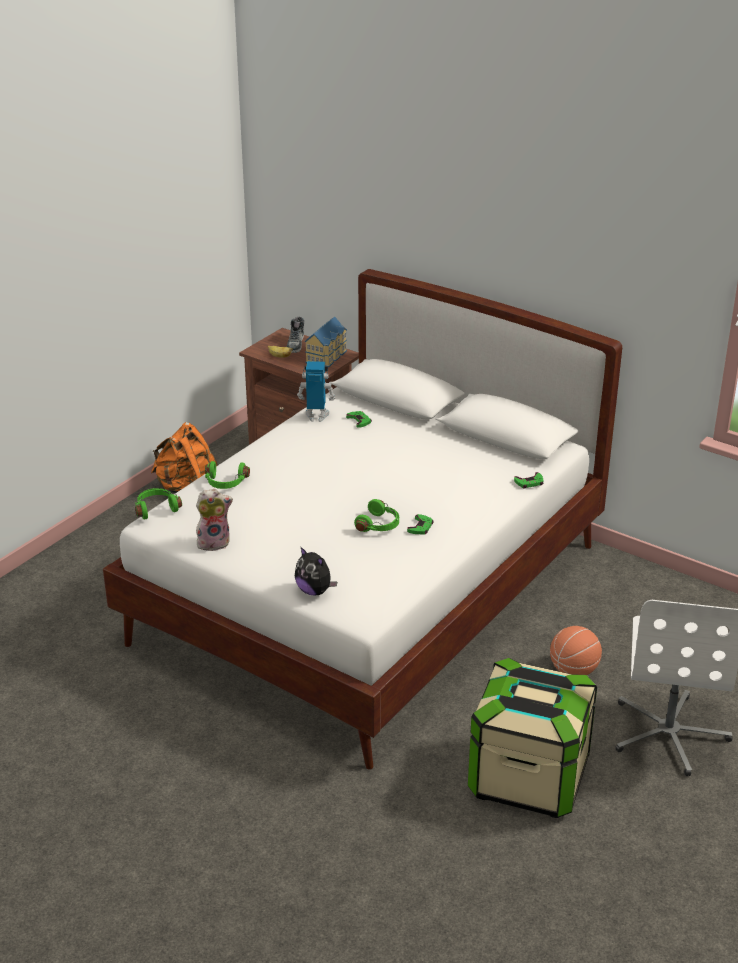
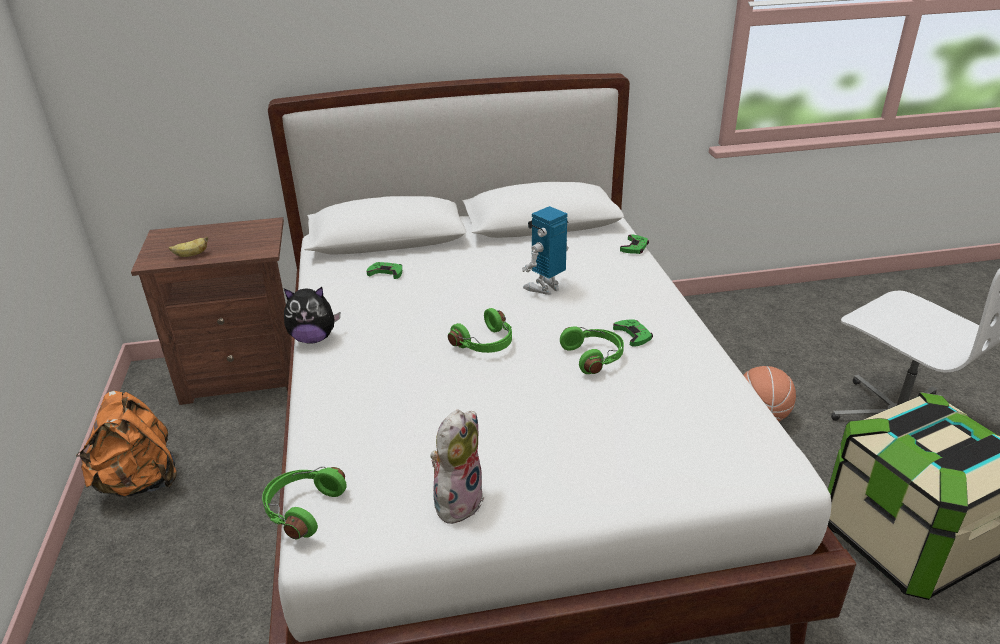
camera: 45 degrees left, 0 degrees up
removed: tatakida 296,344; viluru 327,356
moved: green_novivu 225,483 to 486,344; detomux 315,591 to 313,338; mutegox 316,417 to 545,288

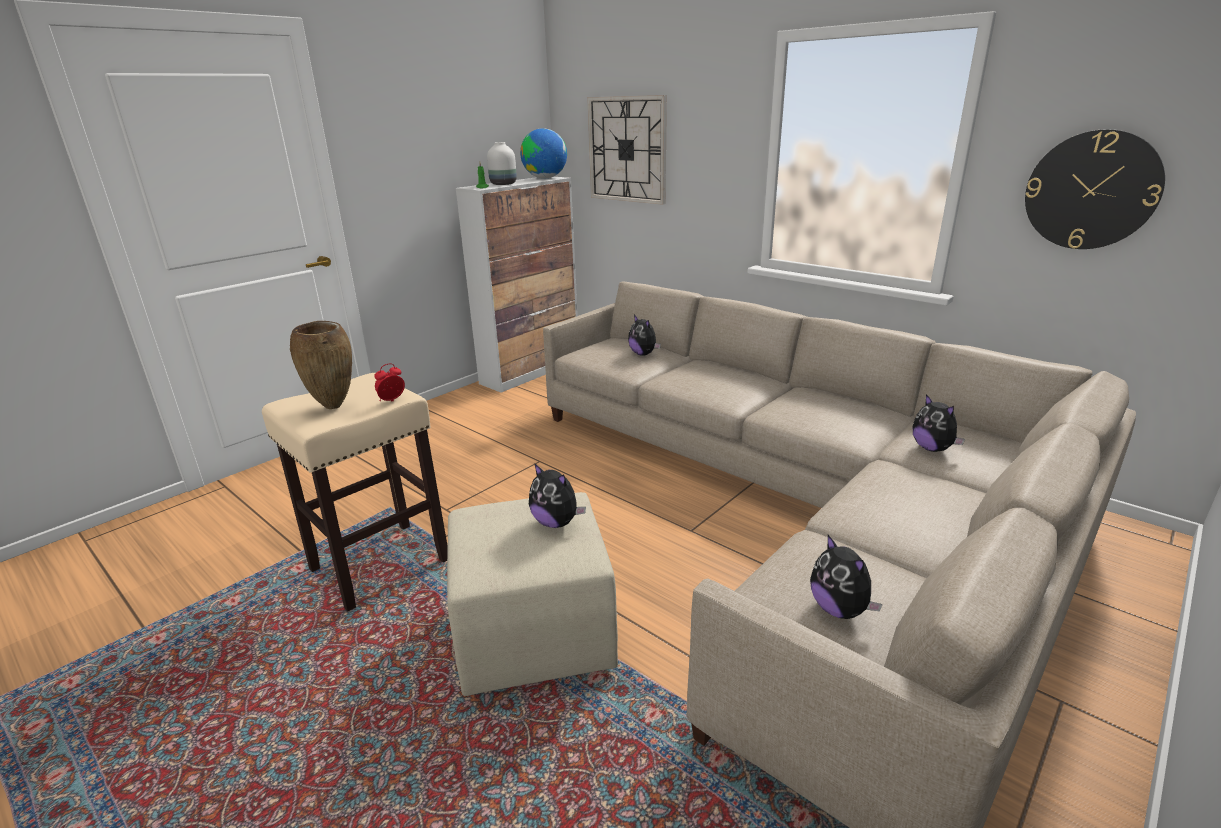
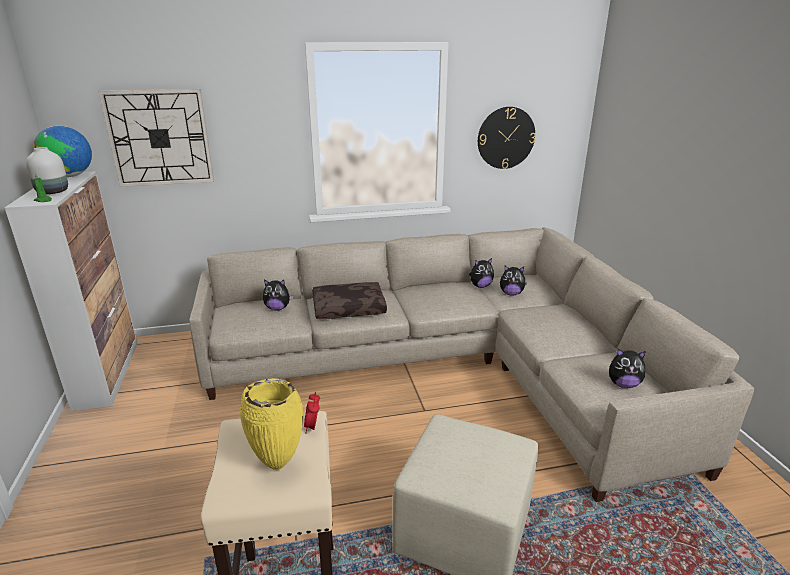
camera: 55 degrees left, 0 degrees up
added: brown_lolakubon 349,308
moved: detomux 556,522 to 480,286
recoloured: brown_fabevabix 335,406 to yellow_fabevabix 279,463

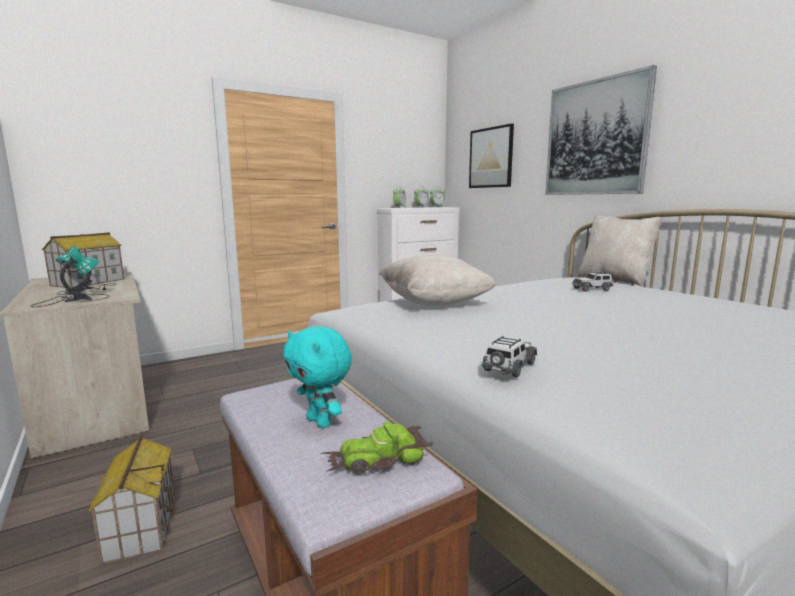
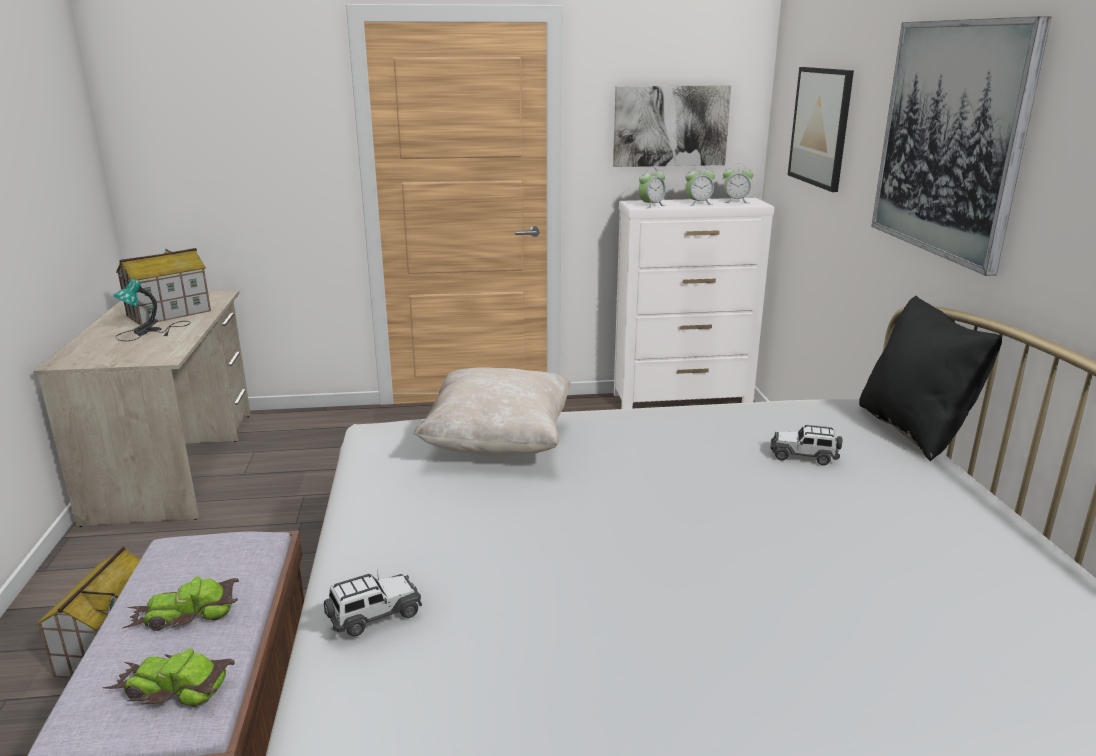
camera: 25 degrees right, 10 degrees up
removed: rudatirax 74,300
added: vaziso 670,126
replaced: turquoise_detomux 320,422 to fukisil 185,614
recoloured: beige_lolakubon 614,280 to black_lolakubon 914,430

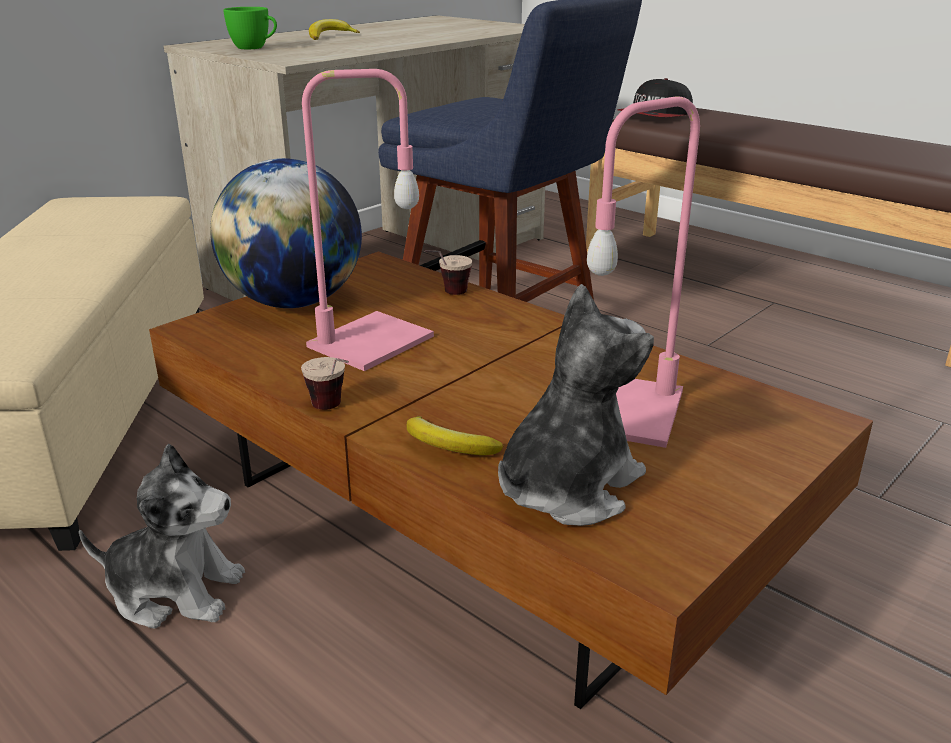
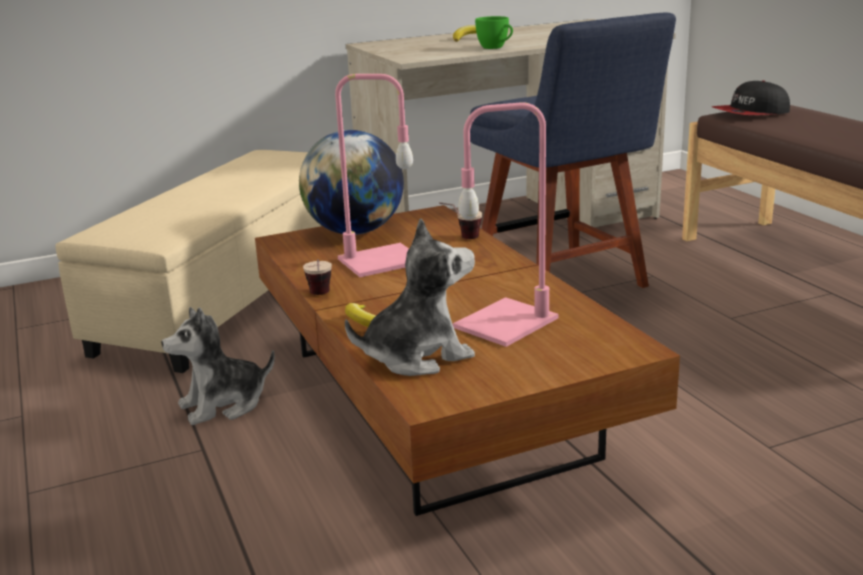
camera: 25 degrees right, 5 degrees down
moved: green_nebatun 254,48 to 495,47
turned: detomux 175,591 = 223,405 120 degrees clockwise

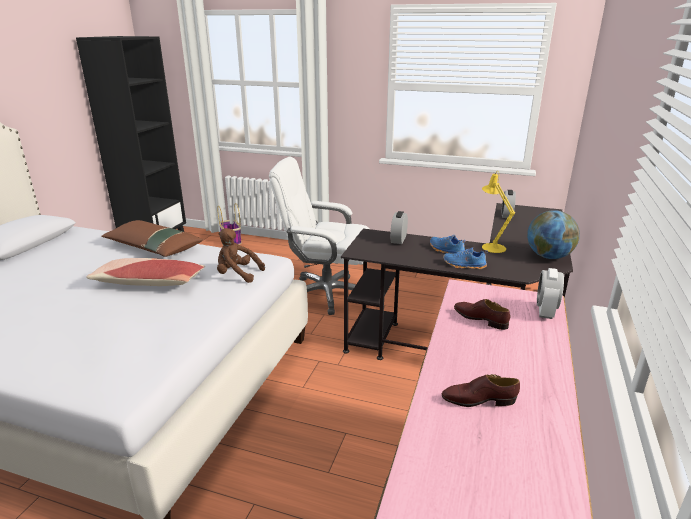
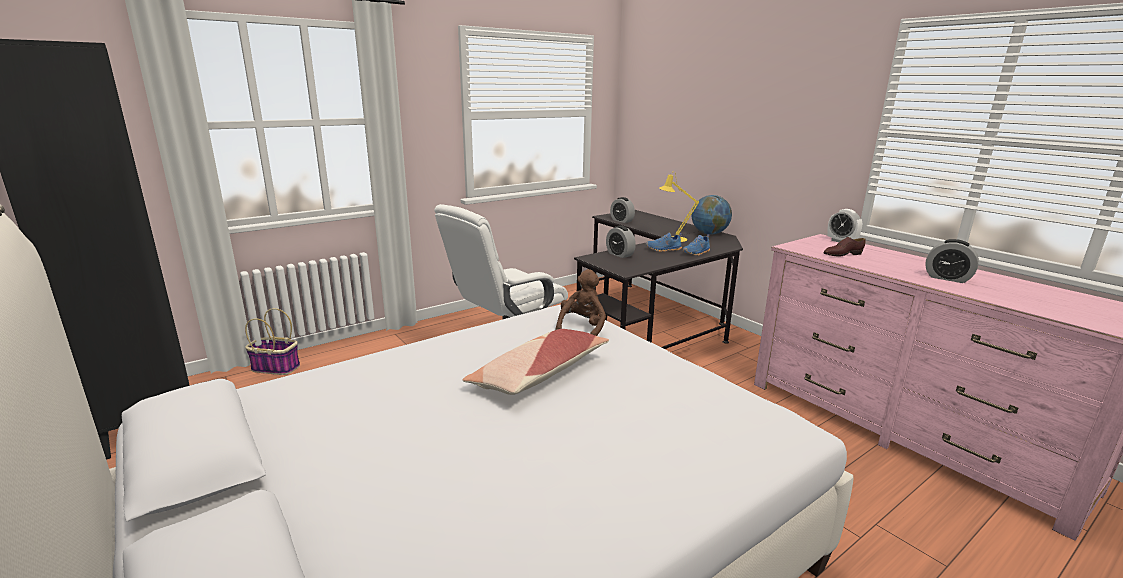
camera: 55 degrees left, 5 degrees down
removed: brown_lolakubon 153,247
replaced: brown_tatakida 478,400 to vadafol 947,278
turned: brown_detomux 237,274 = 582,329 150 degrees clockwise

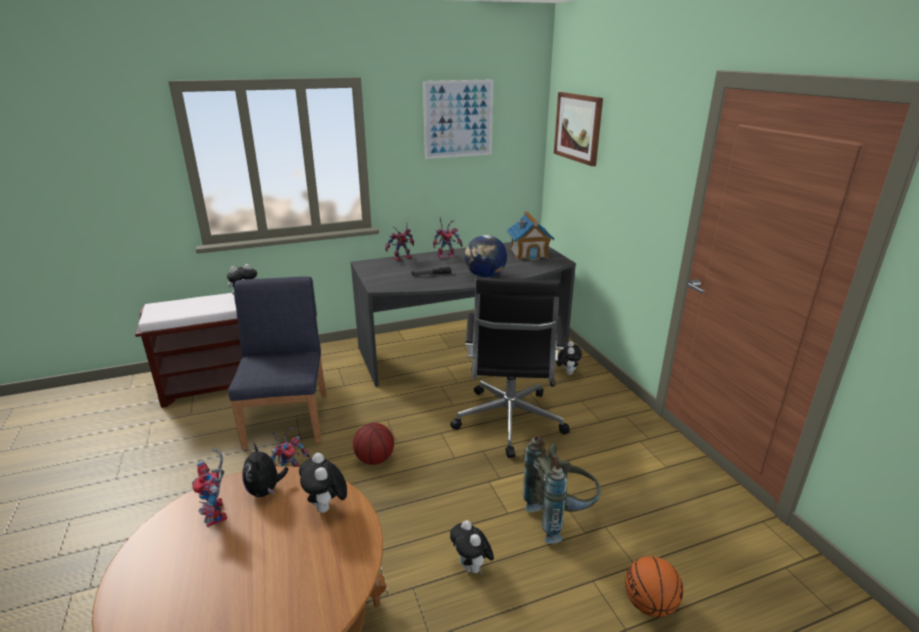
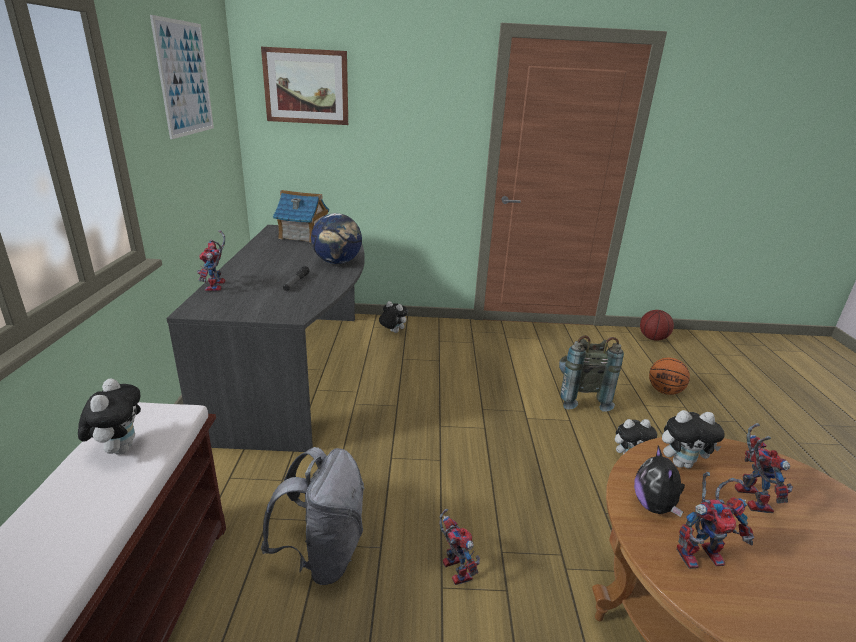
camera: 70 degrees left, 0 degrees up
removed: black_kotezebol 508,422
moved: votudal 375,459 to 652,338; mutegox 447,256 to 747,496
replaced: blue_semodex 288,419 to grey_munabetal 322,555
turned: detomux 266,490 = 654,506 90 degrees clockwise

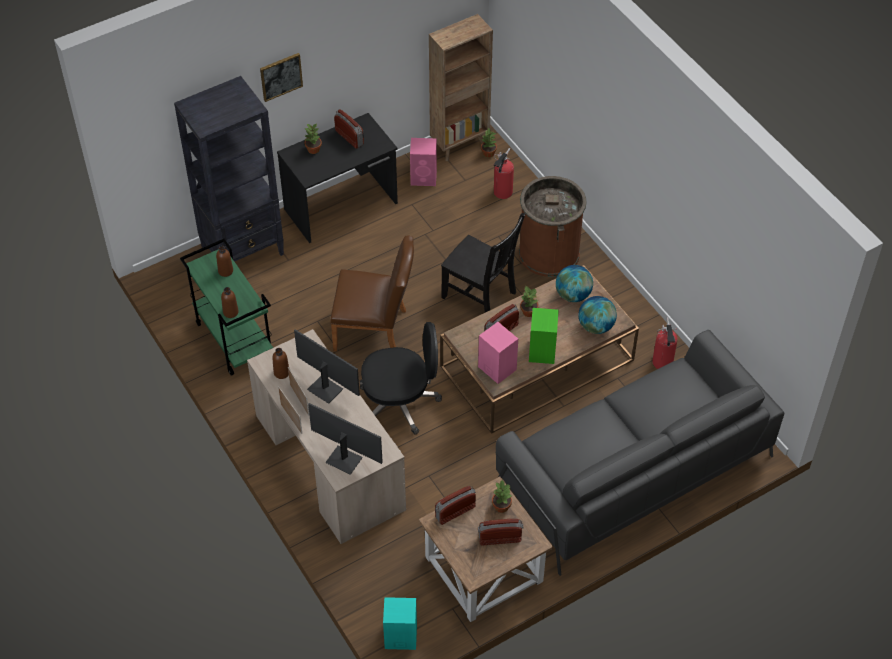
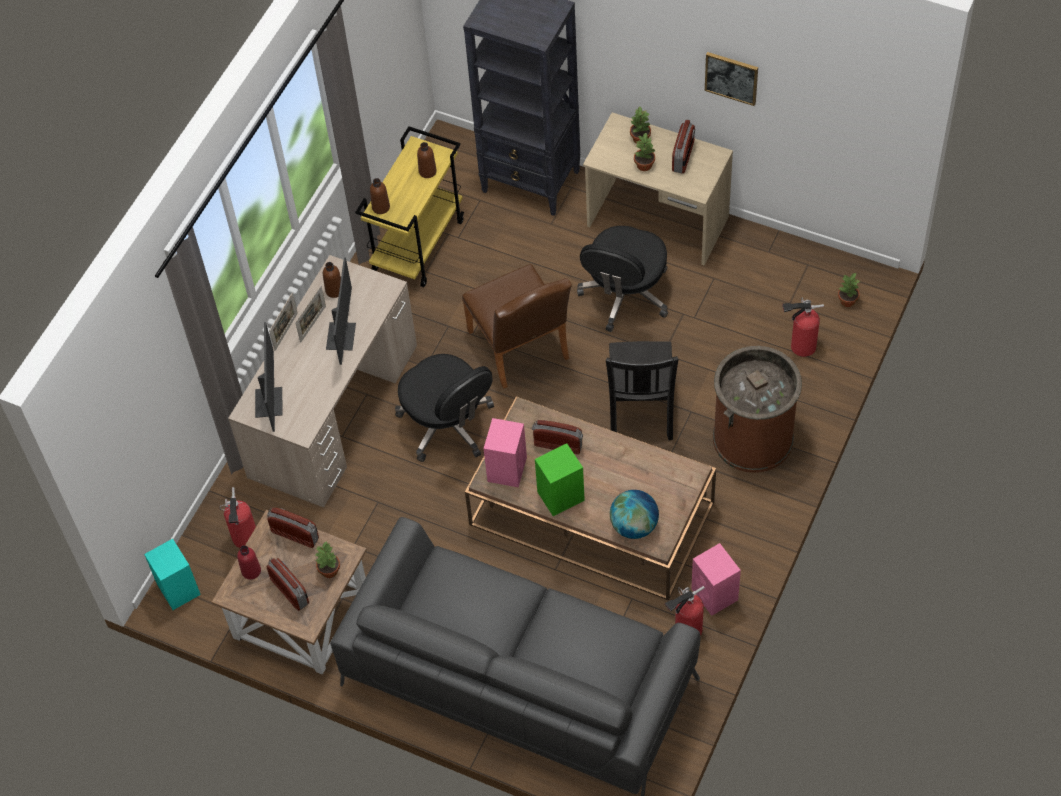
camera: 60 degrees right, 5 degrees up
removed: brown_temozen 460,143; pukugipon 573,295
added: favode 245,539; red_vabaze 251,571; black_kotezebol 625,295
moved: vaziso 281,76 to 731,77; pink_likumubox 424,177 to 715,595; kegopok 528,312 to 644,165
recoloured: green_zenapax 233,339 to yellow_zenapax 418,244; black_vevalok 342,207 to beige_vevalok 657,223

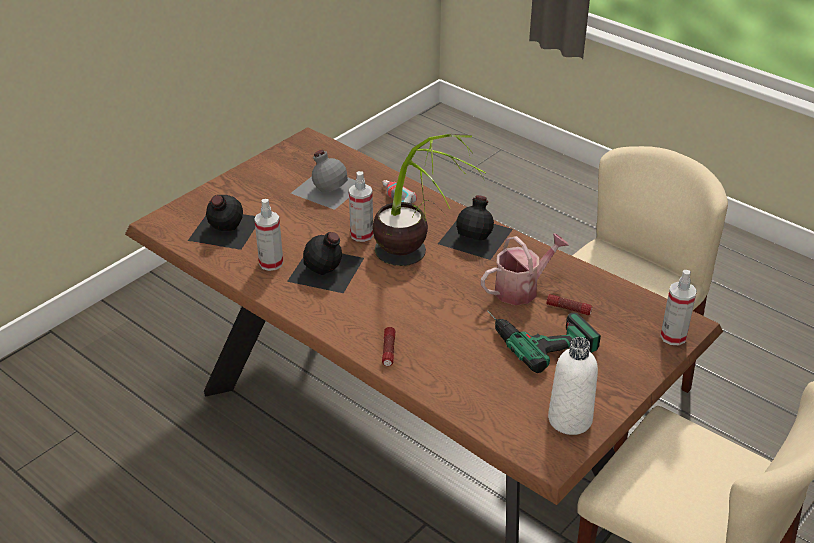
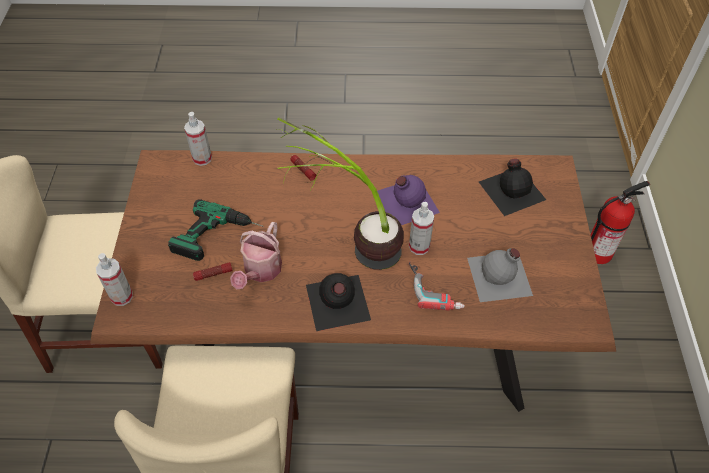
camera: 140 degrees right, 15 degrees up
removed: white_vabaze 570,419
added: favode 598,252
moved: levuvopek 271,263 to 202,158
recoloured: black_vabaze 326,270 to purple_vabaze 405,201

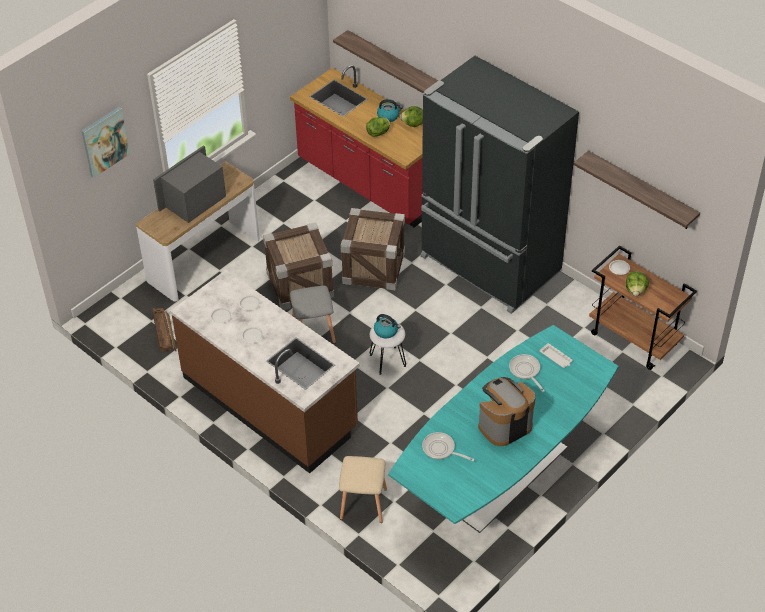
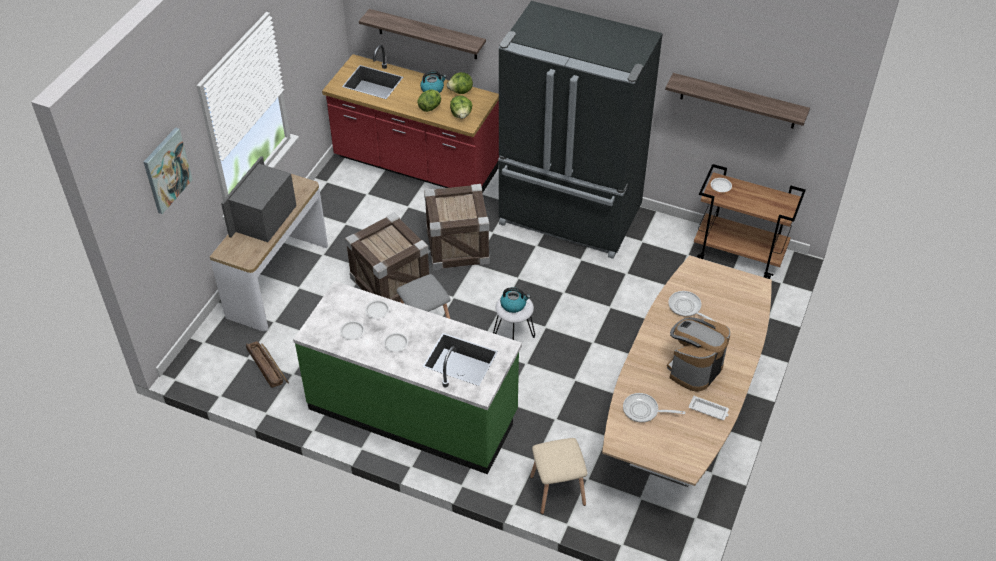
camera: 20 degrees left, 0 degrees up
moved: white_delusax 556,358 to 709,410; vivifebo 635,290 to 461,115
recoloured: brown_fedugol 270,403 to green_fedugol 413,411; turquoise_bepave 502,474 to brown_bepave 680,420

